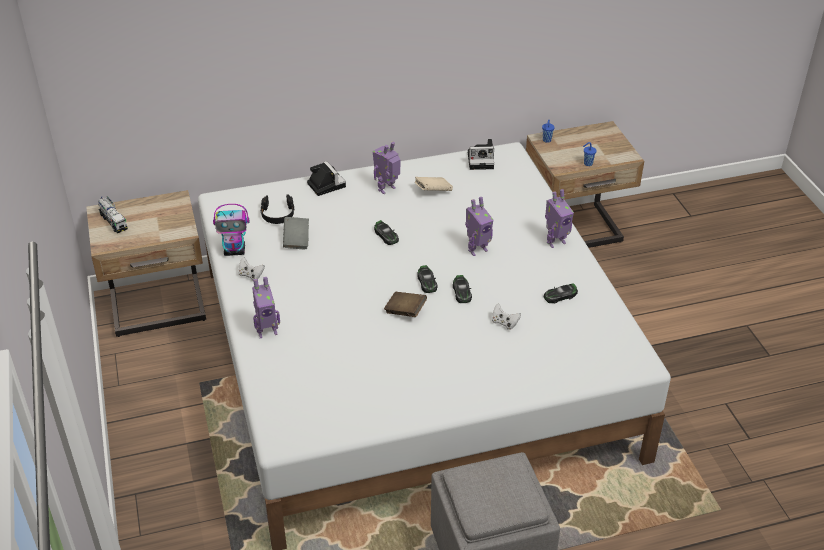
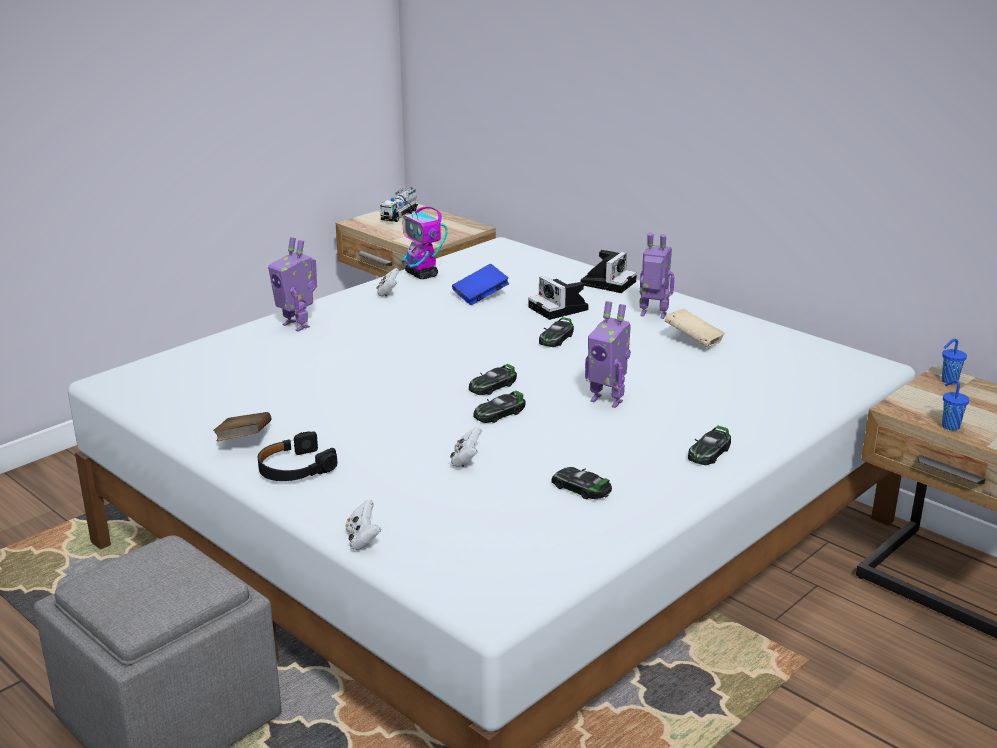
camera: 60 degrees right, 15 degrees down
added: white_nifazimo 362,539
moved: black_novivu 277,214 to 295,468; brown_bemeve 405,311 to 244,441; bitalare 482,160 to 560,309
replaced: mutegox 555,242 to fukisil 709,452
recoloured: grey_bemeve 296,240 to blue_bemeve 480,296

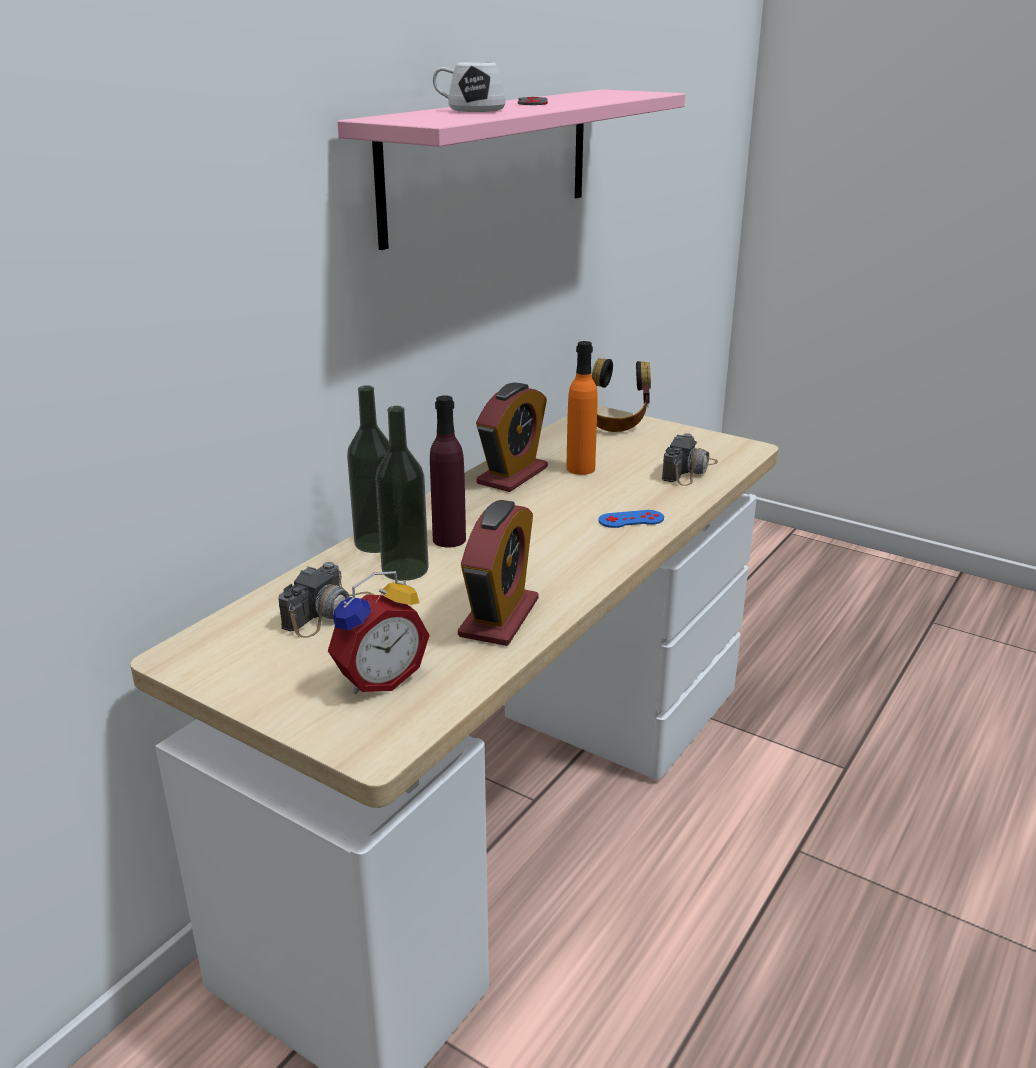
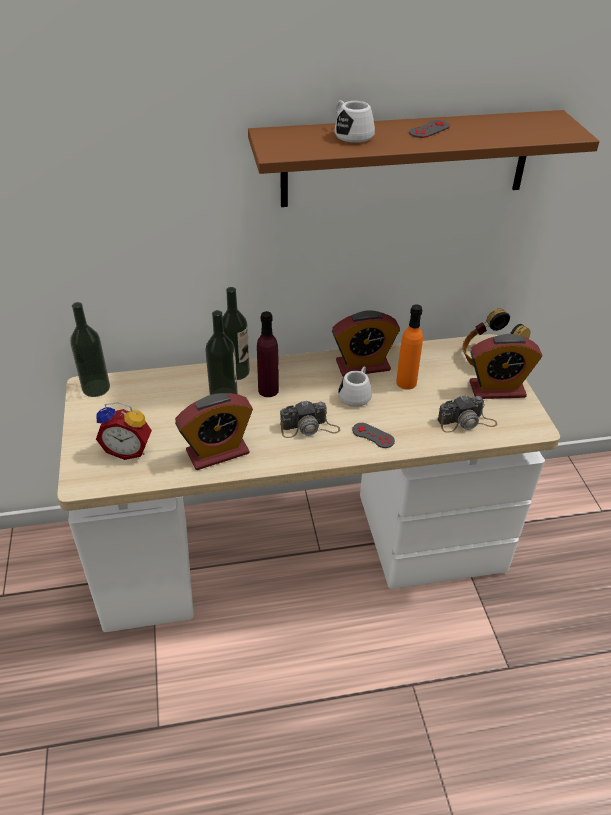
camera: 45 degrees right, 15 degrees up
added: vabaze 96,388; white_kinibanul 356,394; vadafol 497,389
moved: bitalare 328,611 to 309,428
recoloured: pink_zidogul 490,162 to brown_zidogul 406,159; blue_nifazimo 631,519 to grey_nifazimo 373,435

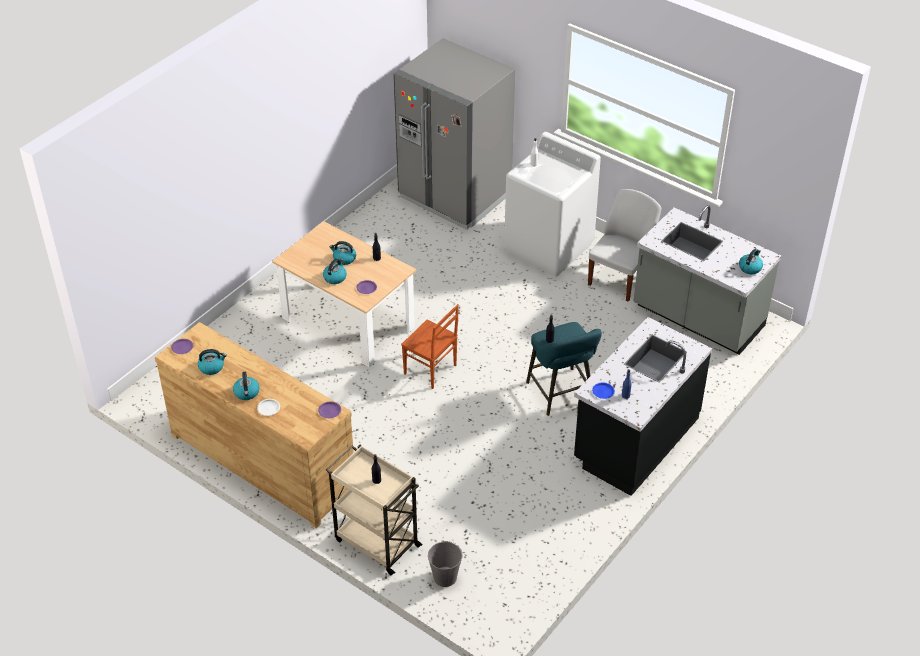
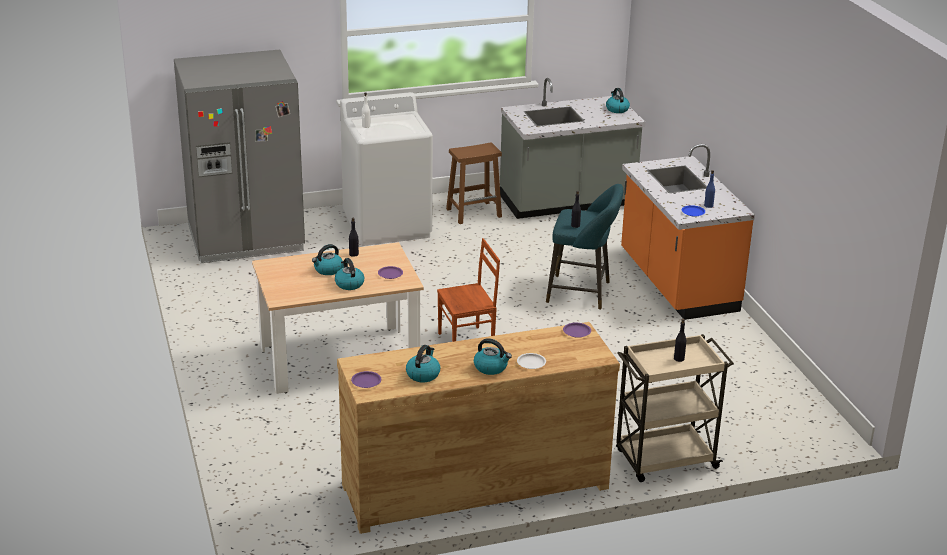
camera: 55 degrees left, 15 degrees down
removed: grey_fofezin 445,577
replaced: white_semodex 620,279 to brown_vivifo 474,212
recoloured: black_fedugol 635,439 to orange_fedugol 676,283

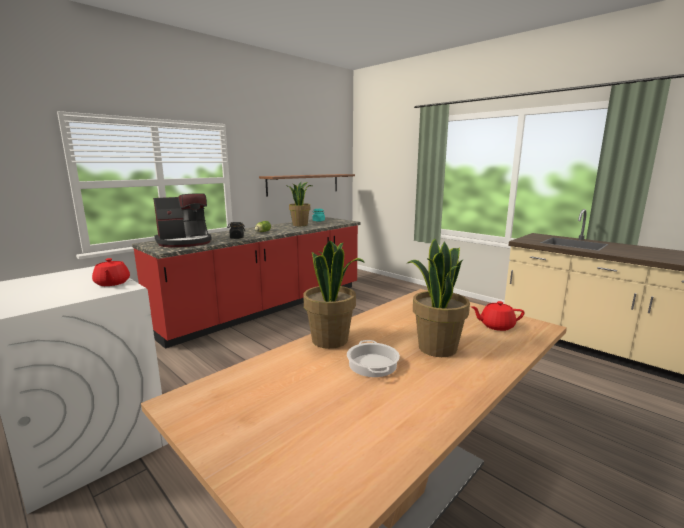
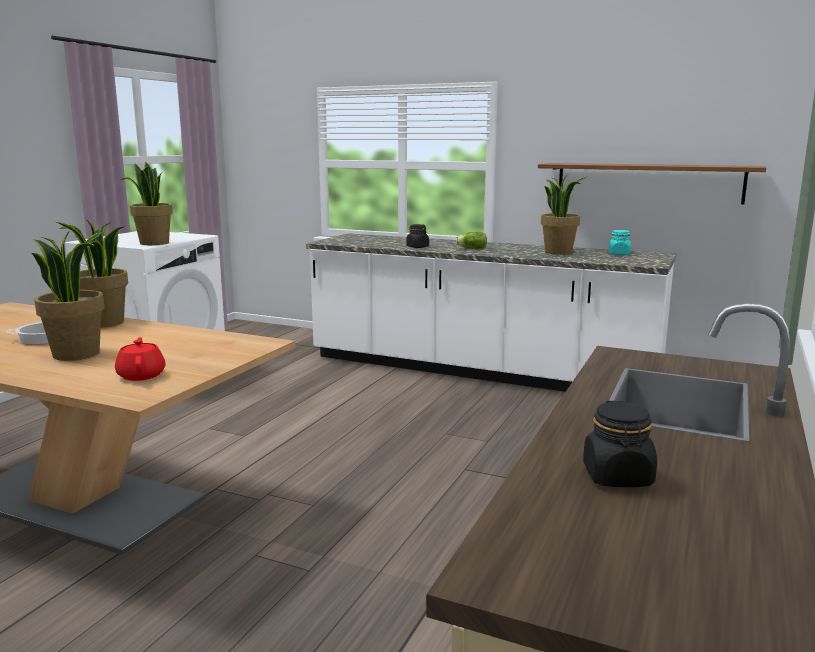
camera: 70 degrees right, 0 degrees up
removed: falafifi 185,242
added: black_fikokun 617,477
replaced: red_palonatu 112,283 to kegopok 153,243
recoloured: red_fedugol 268,307 to white_fedugol 479,371

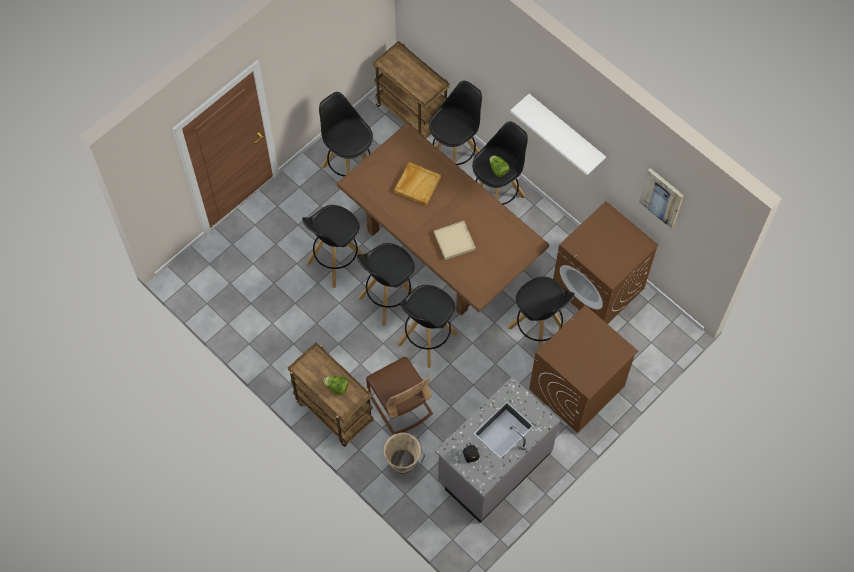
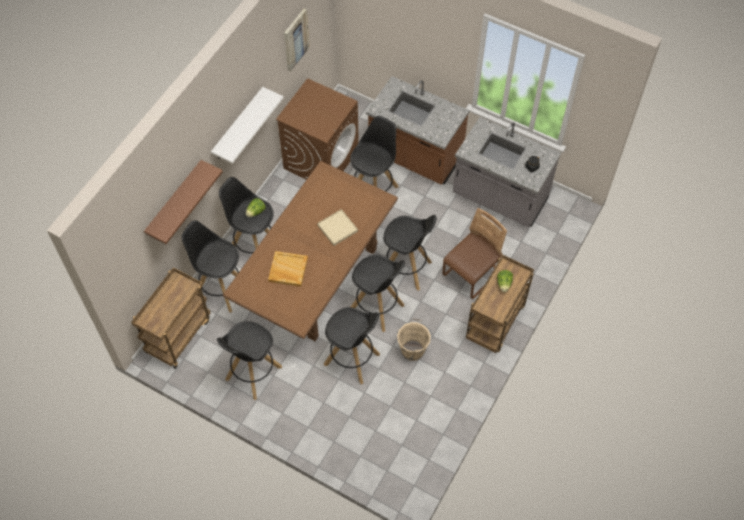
camera: 105 degrees left, 5 degrees down
added: brown_zidogul 174,201
moved: beige_fofezin 404,462 to 413,349
replaced: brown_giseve 576,388 to brown_fedugol 414,157

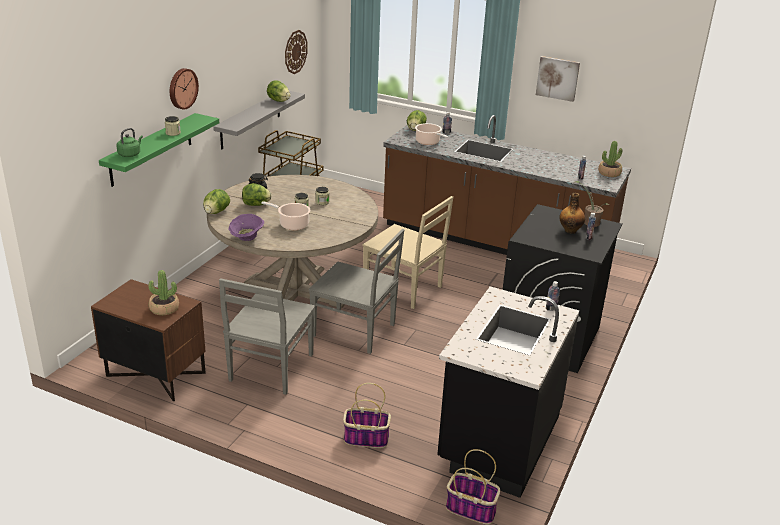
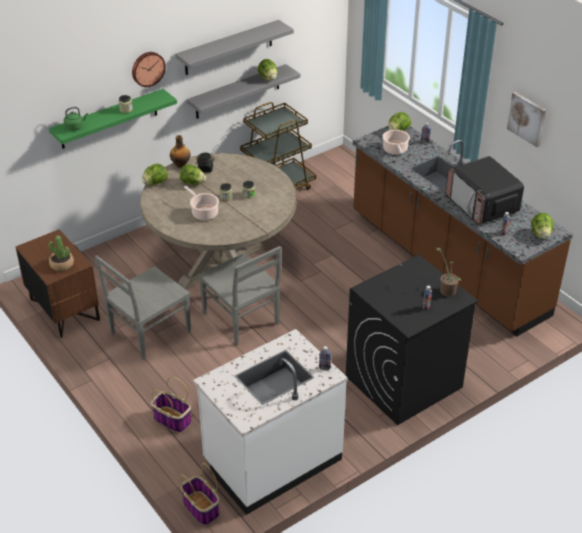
camera: 30 degrees right, 10 degrees up
removed: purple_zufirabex 246,238; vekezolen 295,52; beige_semodex 404,288
added: grey_zidogul 228,48; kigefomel 482,205
moved: vabaze 570,231 to 181,164
replaced: kegopok 609,173 to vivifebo 541,234
recoloured: black_fedugol 497,440 to white_fedugol 272,460

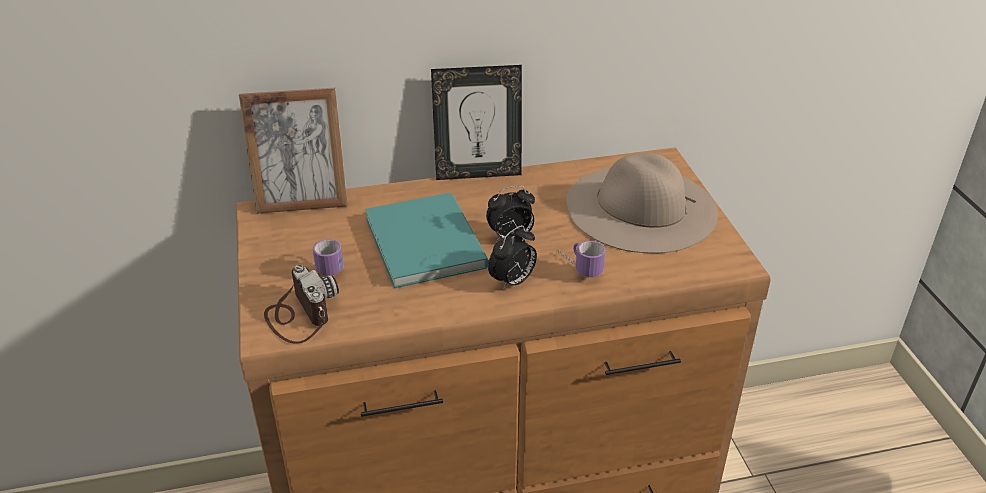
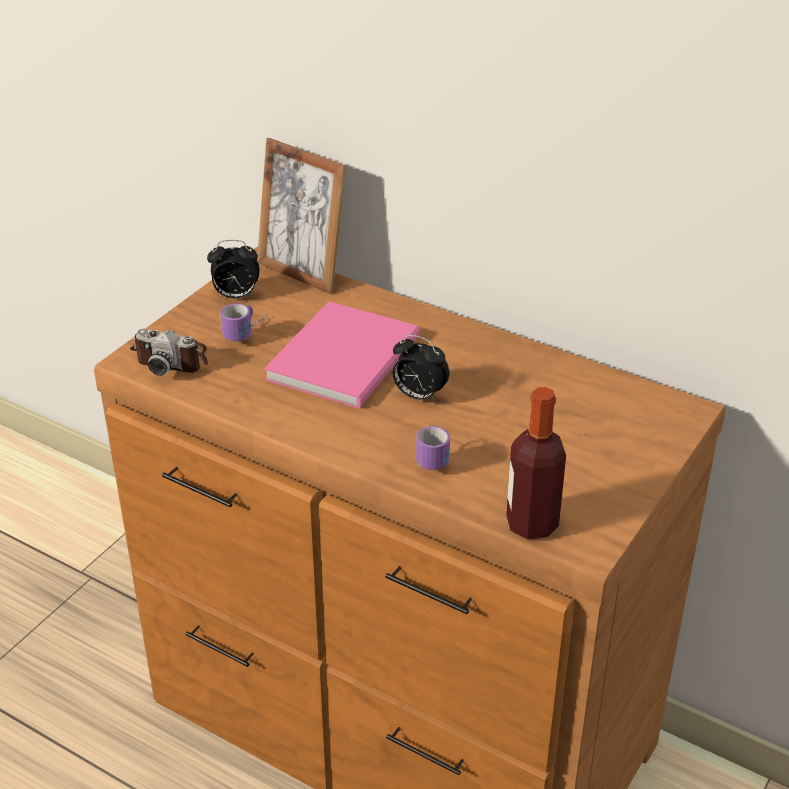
camera: 45 degrees right, 0 degrees up
removed: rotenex 478,173; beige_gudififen 640,207
added: vabaze 532,524
moved: vadafol 512,282 to 236,296
recoloured: turquoise_bemeve 427,239 to pink_bemeve 349,357
turned: bitalare 299,315 = 172,358 90 degrees clockwise

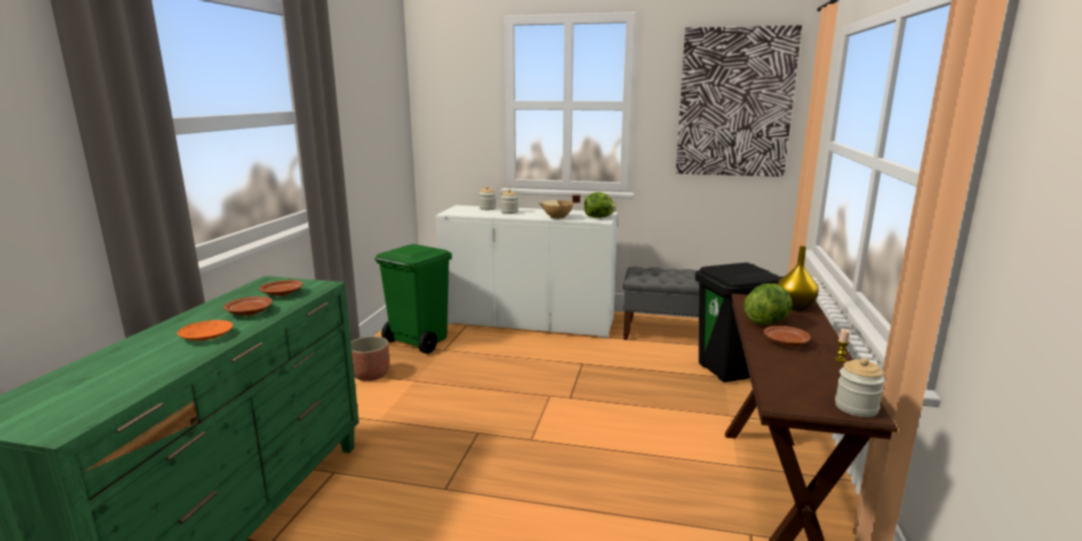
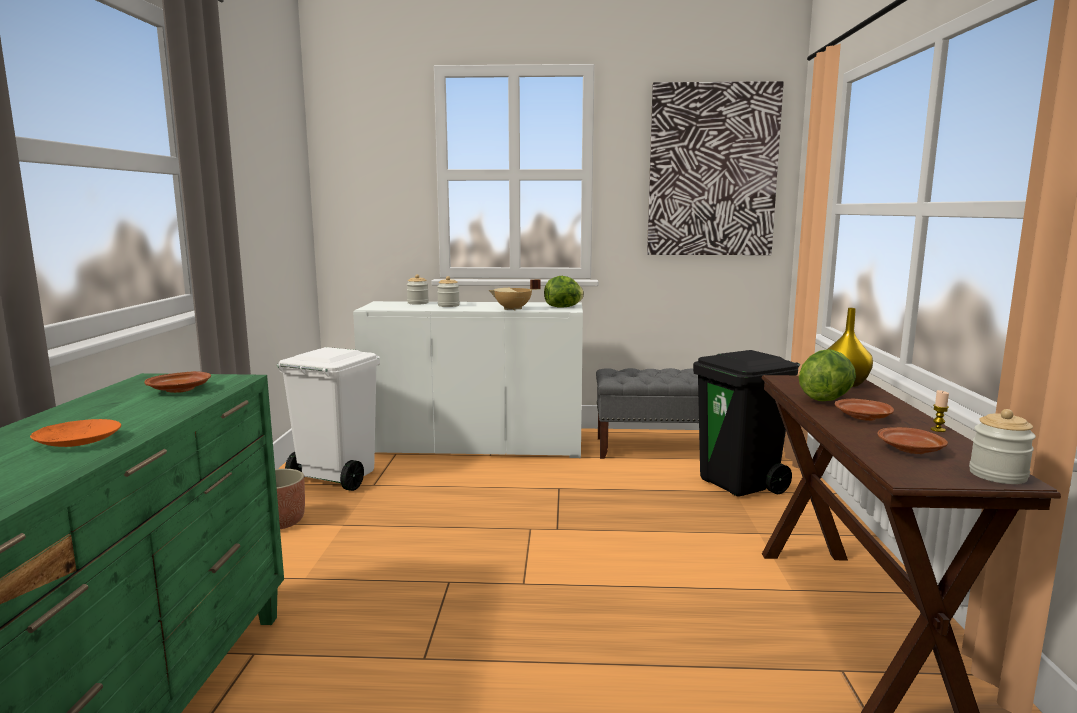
camera: 10 degrees left, 5 degrees down
moved: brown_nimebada 249,312 to 910,450
recoloured: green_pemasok 418,342 to white_pemasok 336,478

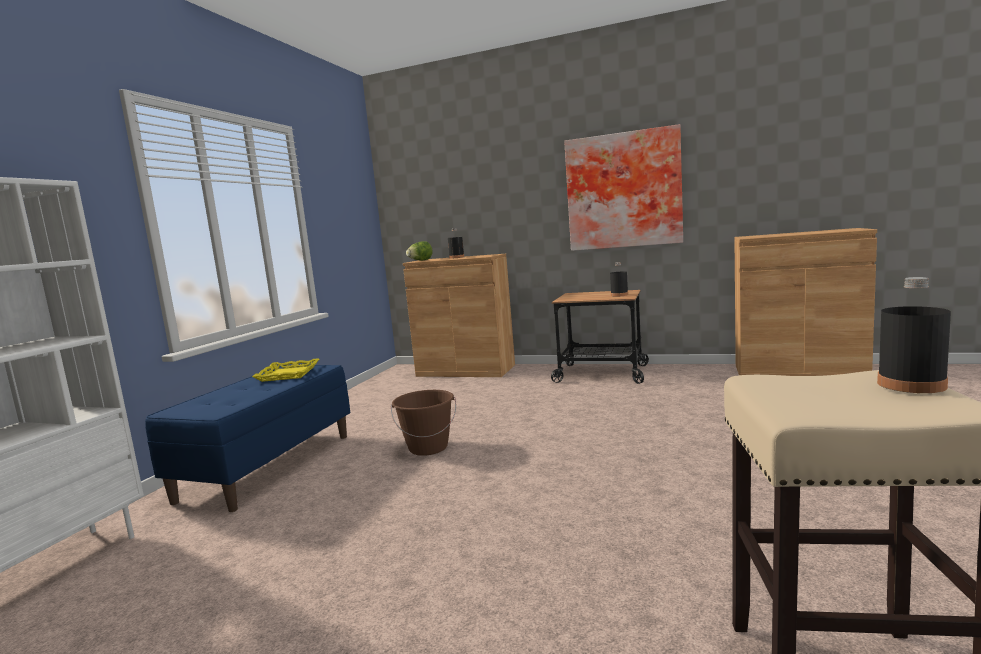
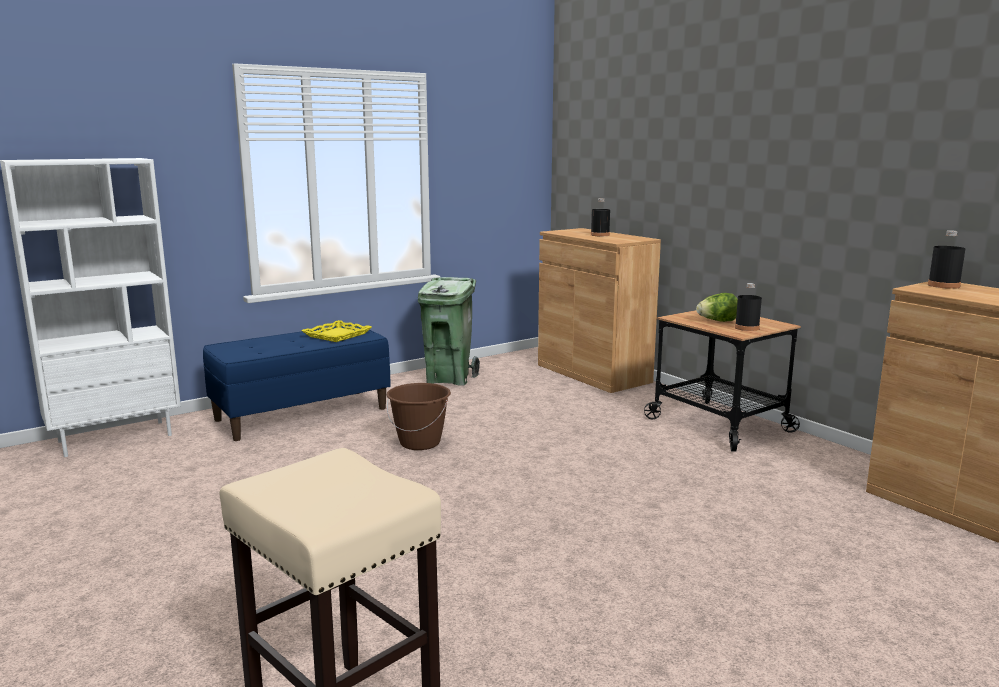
camera: 35 degrees right, 5 degrees up
removed: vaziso 623,191
added: green_pemasok 449,378
moved: vivifebo 420,260 to 717,321; black_vabaze 911,384 to 943,285

